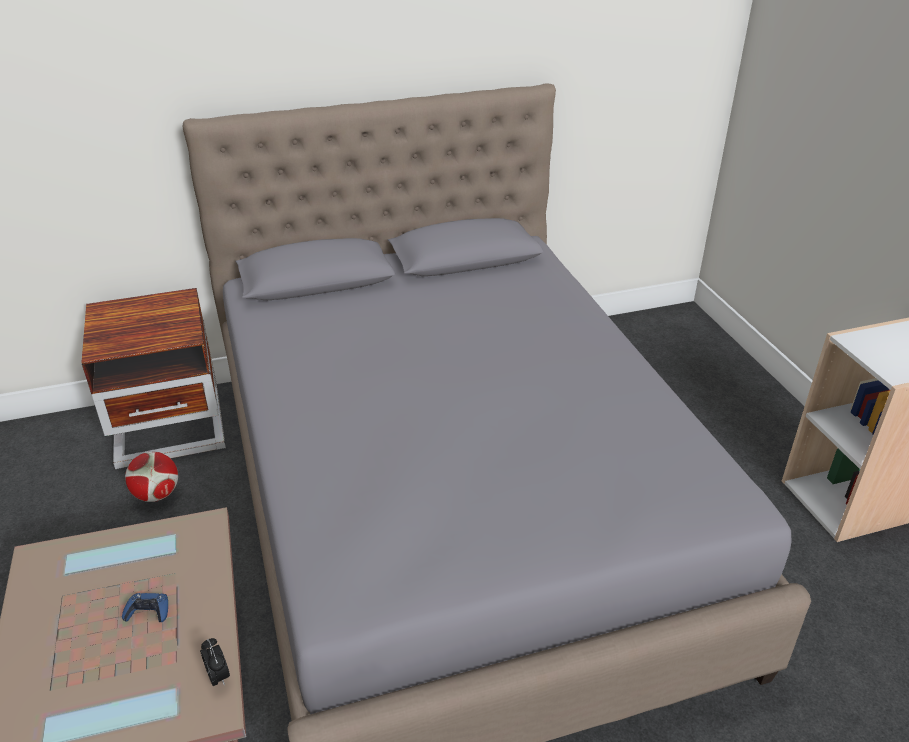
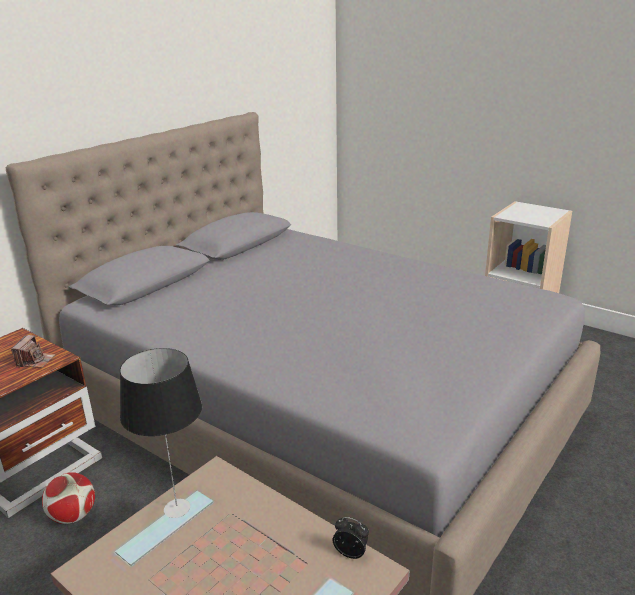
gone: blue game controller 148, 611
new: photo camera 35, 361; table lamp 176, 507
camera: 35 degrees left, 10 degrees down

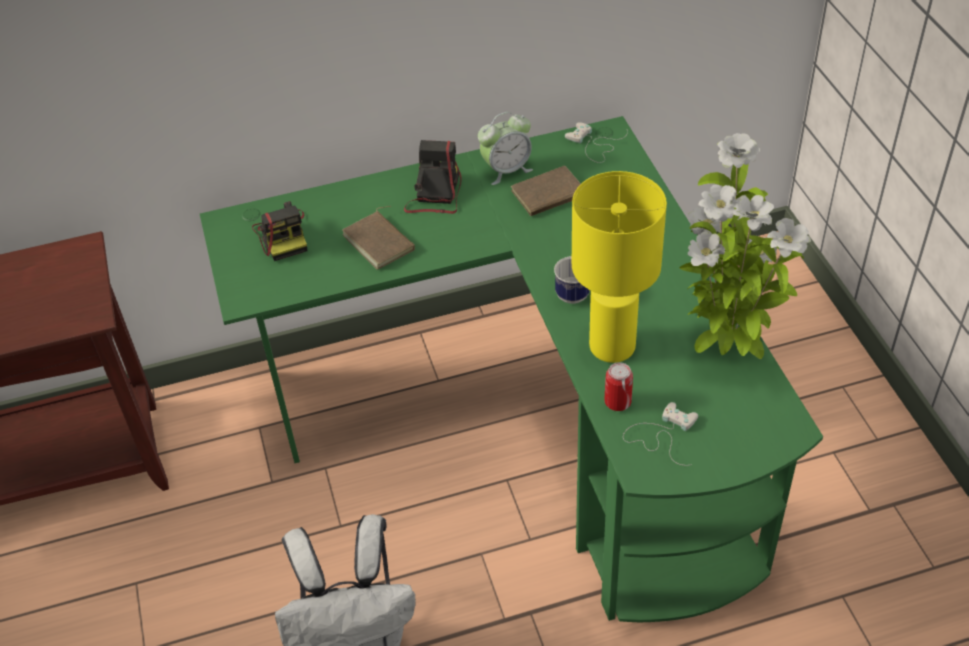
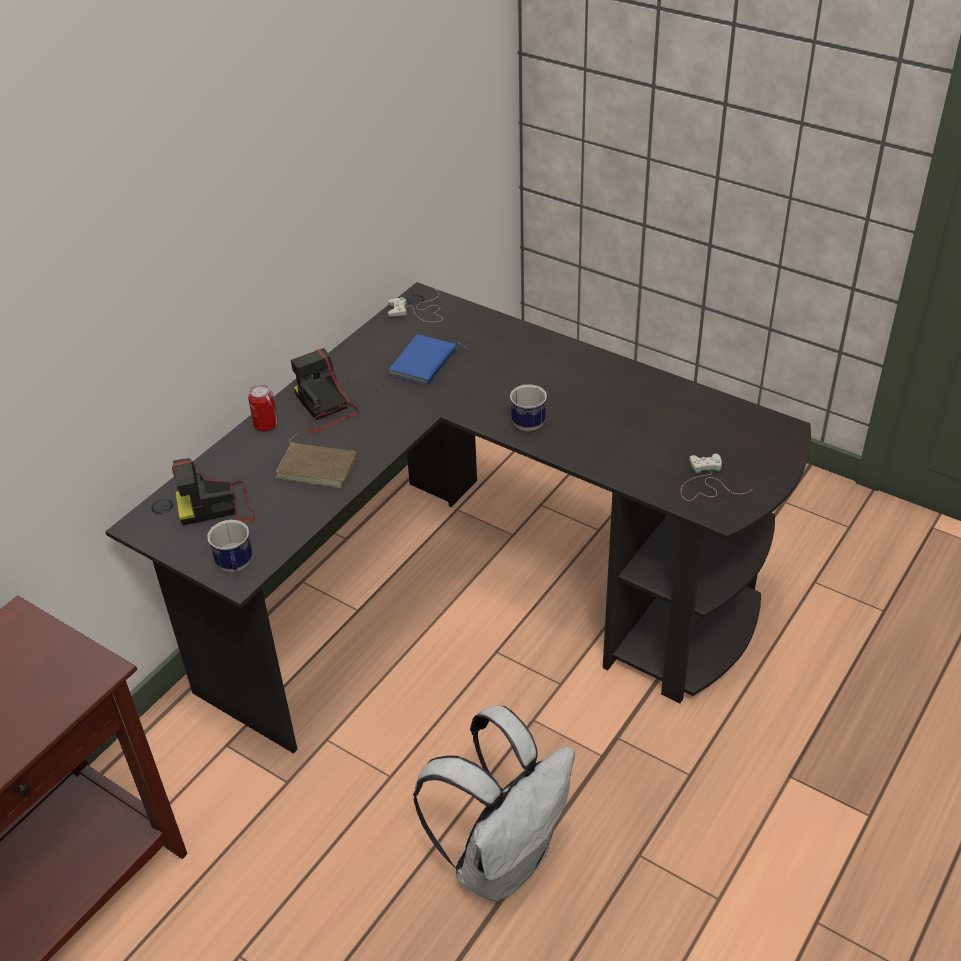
gone: alarm clock 506, 170; yellow table lamp 613, 347; potted plant 724, 351
new: mug 235, 567
shifted: can 617, 402 to 266, 425
repainted: green desk 532, 424 to black desk 473, 598; brown book 549, 196 to blue book 425, 364
rotated: photo camera 283, 236 = 217, 507 135 degrees clockwise
camera: 40 degrees left, 5 degrees down

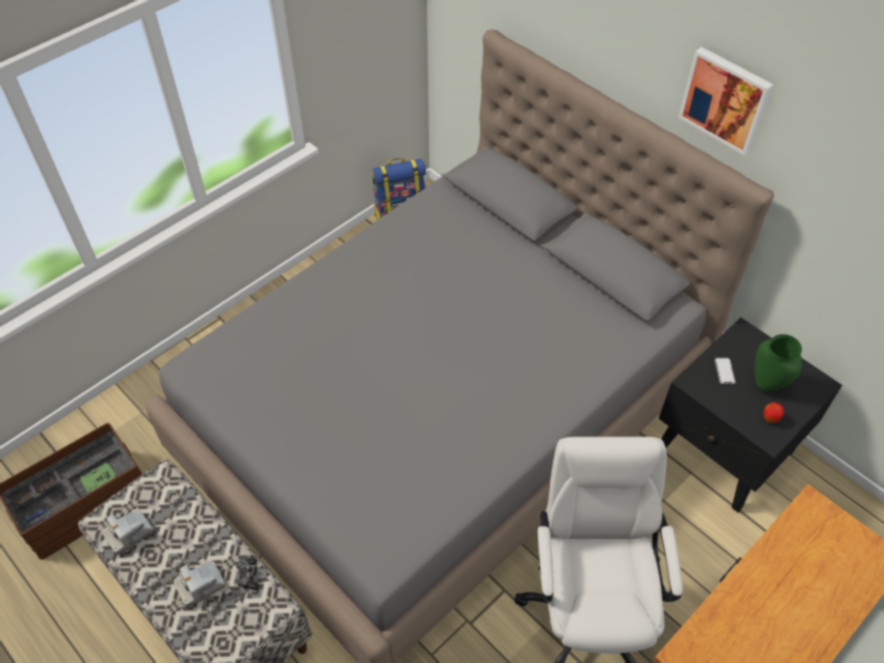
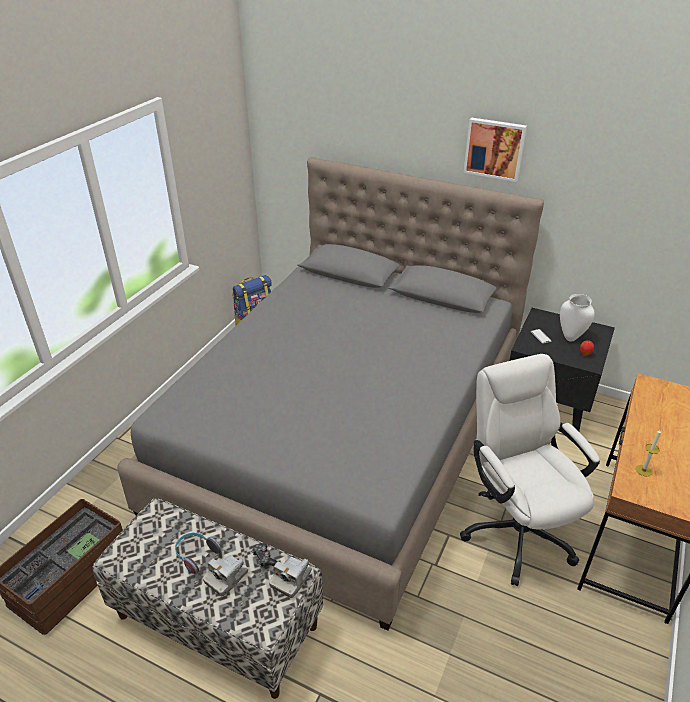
new: headphones 196, 555; candle 643, 470
shifted: photo camera 129, 533 to 291, 579
repainted: green vase 767, 385 to white vase 571, 337
camera: 20 degrees left, 15 degrees down

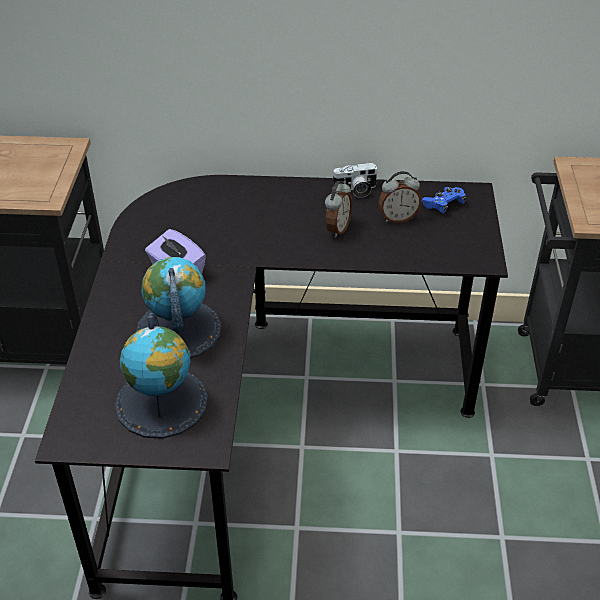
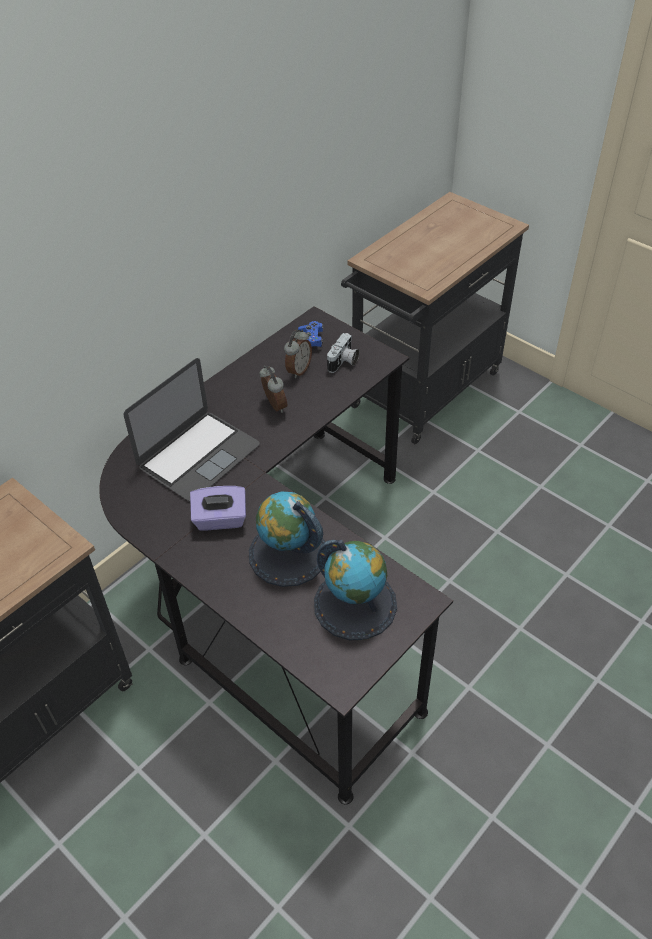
new: laptop 198, 455
shifted: photo camera 355, 190 to 344, 362
camera: 50 degrees left, 5 degrees up

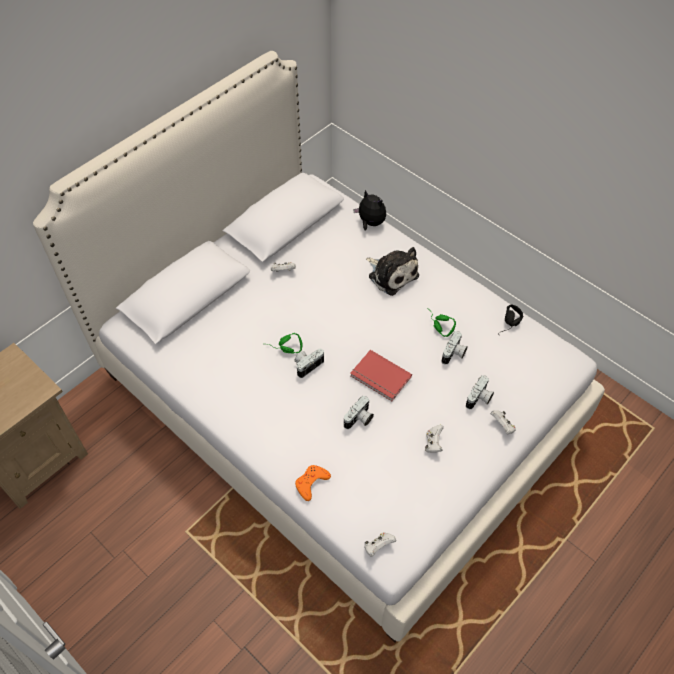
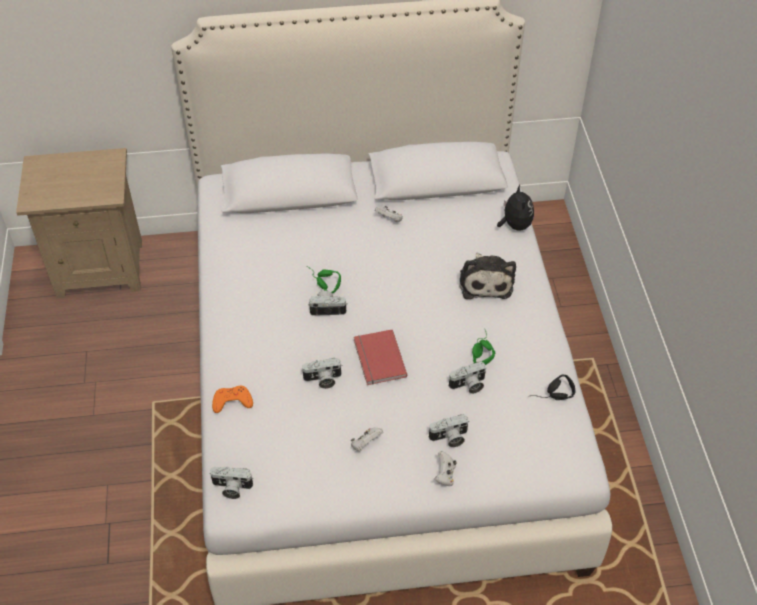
swapped: white game controller 378, 546 to photo camera 231, 488
camera: 40 degrees right, 5 degrees down

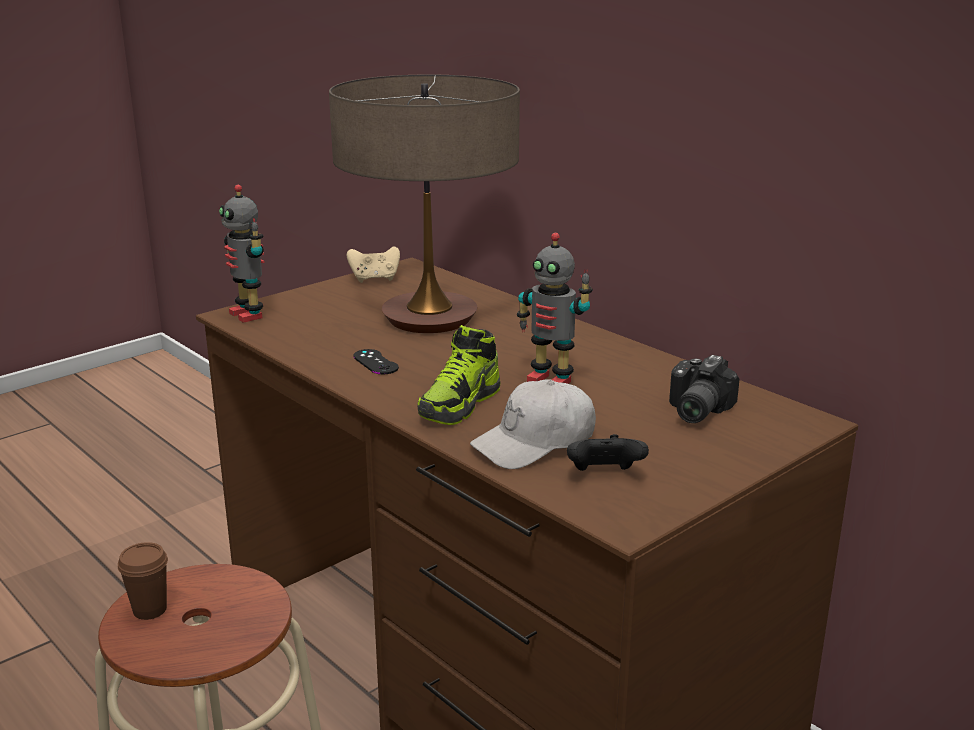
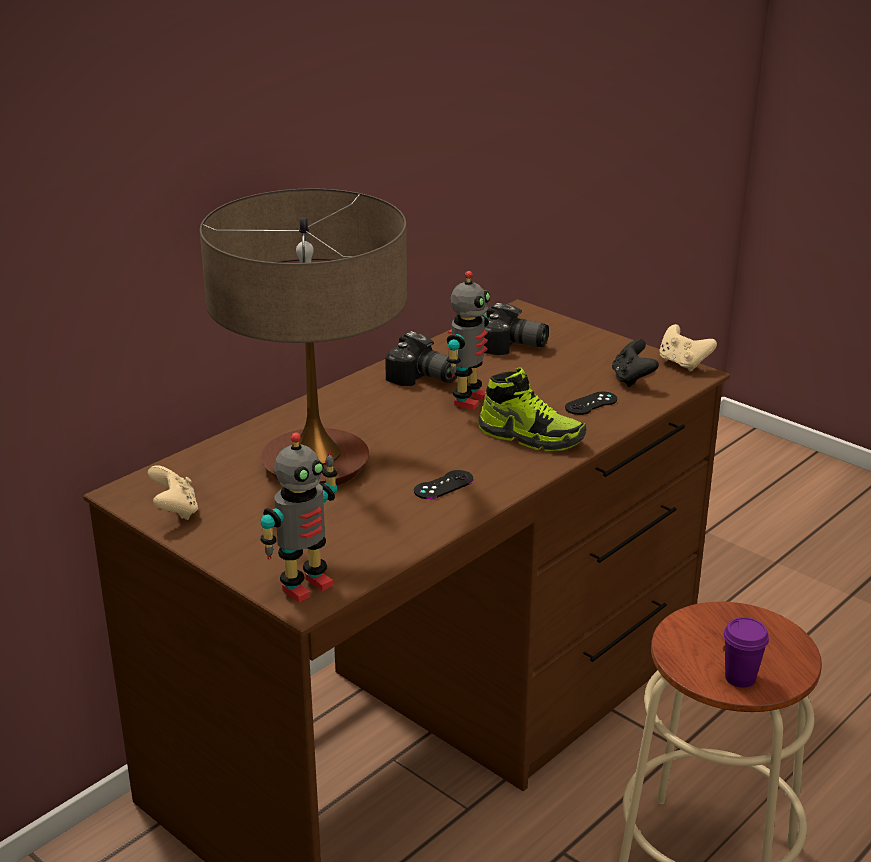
new: photo camera 423, 379; beige game controller 683, 363
swapped: white cap 535, 443 to black game controller 591, 404
repainted: brown cup 150, 610 to purple cup 740, 678
camera: 95 degrees left, 5 degrees up

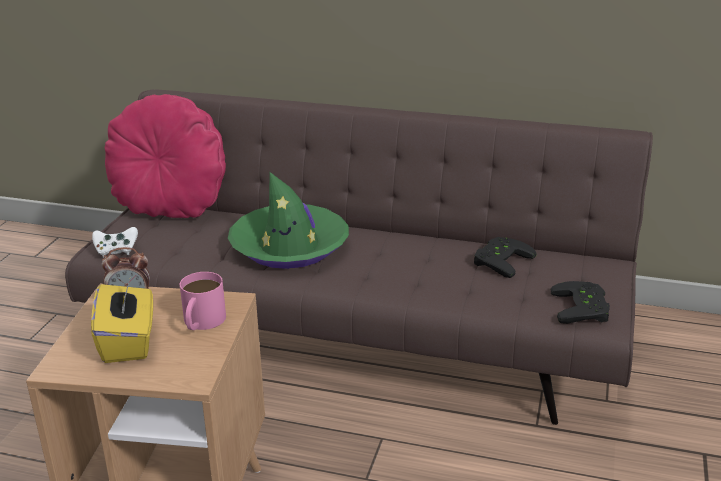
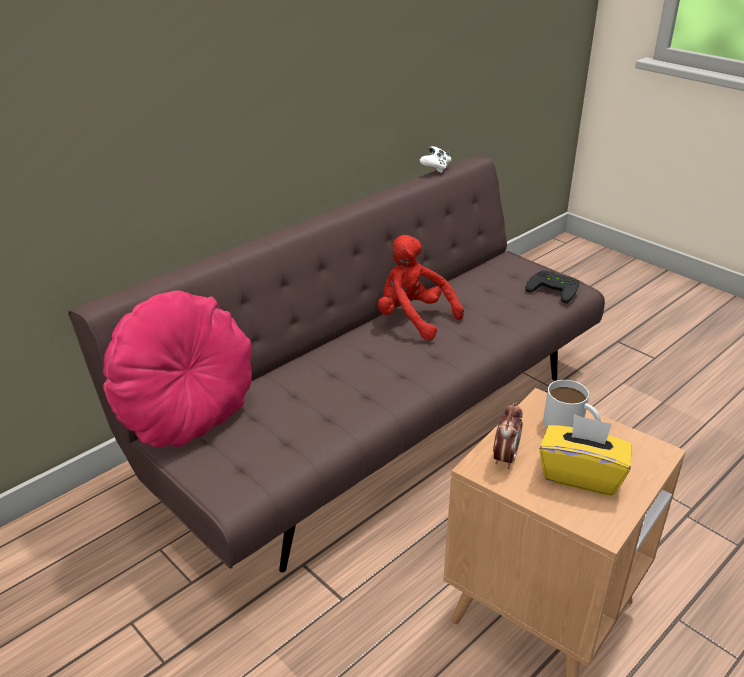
gone: green hat 289, 247; black game controller 499, 260
new: red plush toy 413, 318
shifted: white game controller 116, 251 to 435, 168
repainted: pink mug 201, 323 to white mug 570, 426
camera: 60 degrees left, 5 degrees up

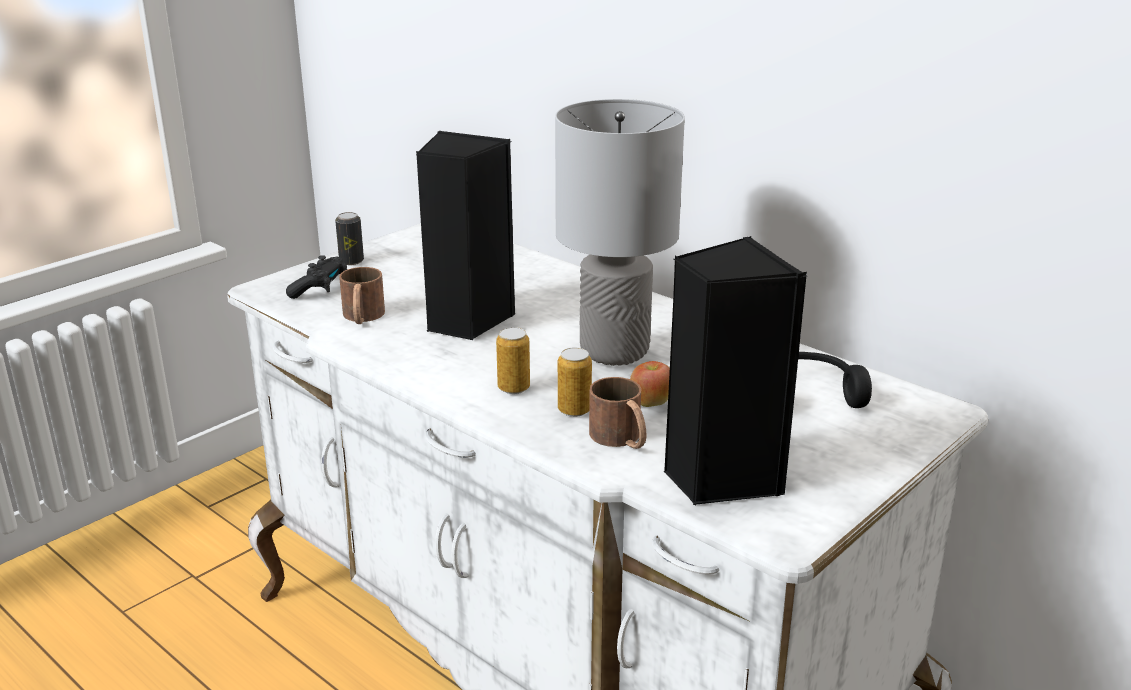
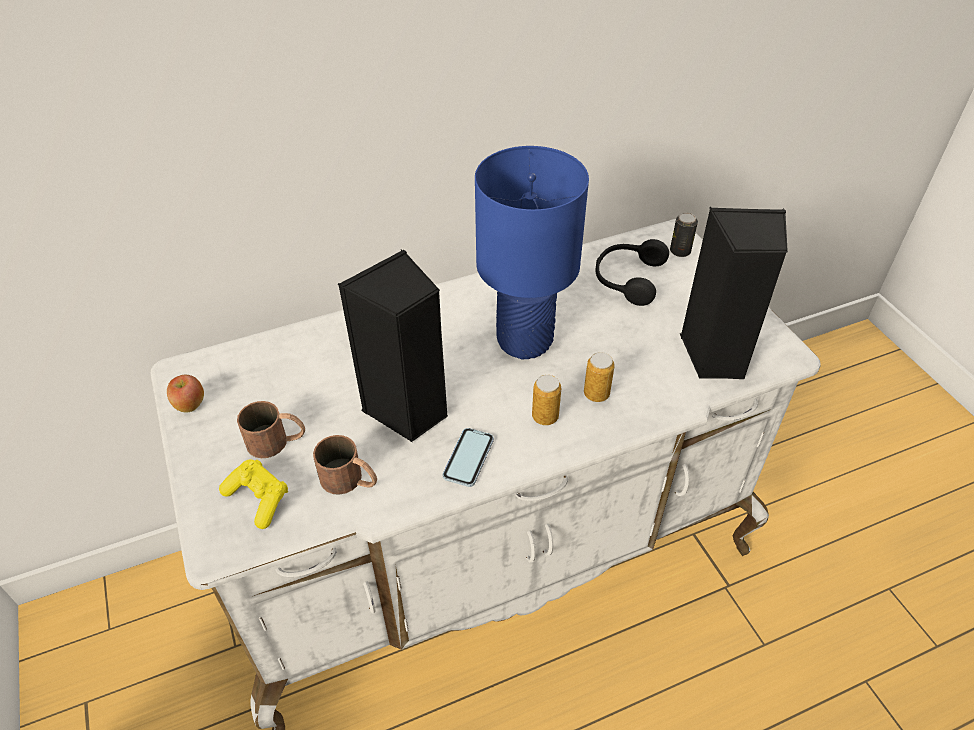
new: phone 468, 458
shifted: apple 651, 403 to 190, 405; brown mug 621, 439 to 277, 441; can 351, 261 to 680, 251
repainted: black game controller 320, 289 to yellow game controller 258, 499; grey table lamp 614, 355 to blue table lamp 523, 344
camera: 65 degrees left, 20 degrees up

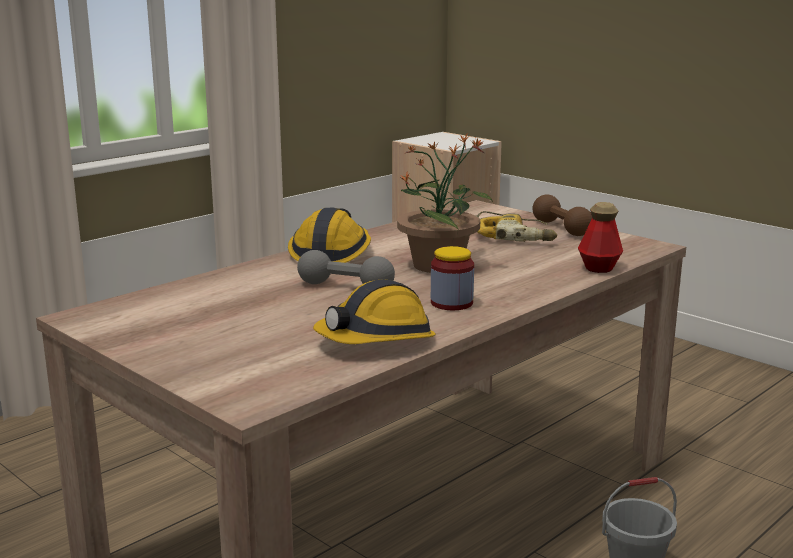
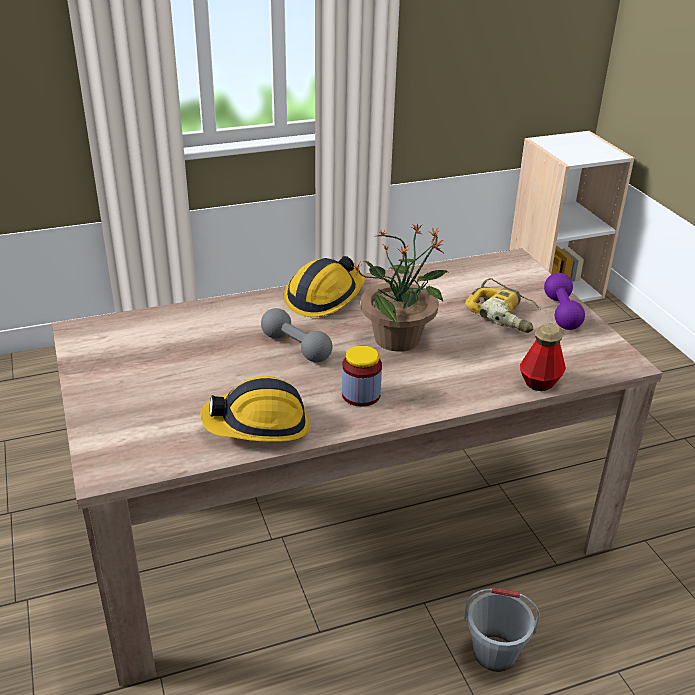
repainted: brown dumbbell 561, 228 to purple dumbbell 561, 312
camera: 25 degrees right, 15 degrees up

